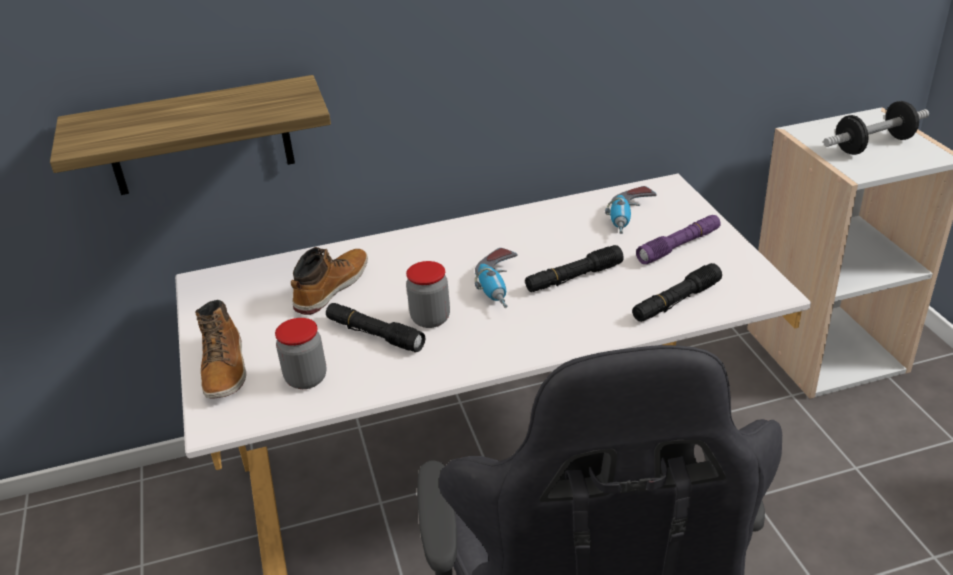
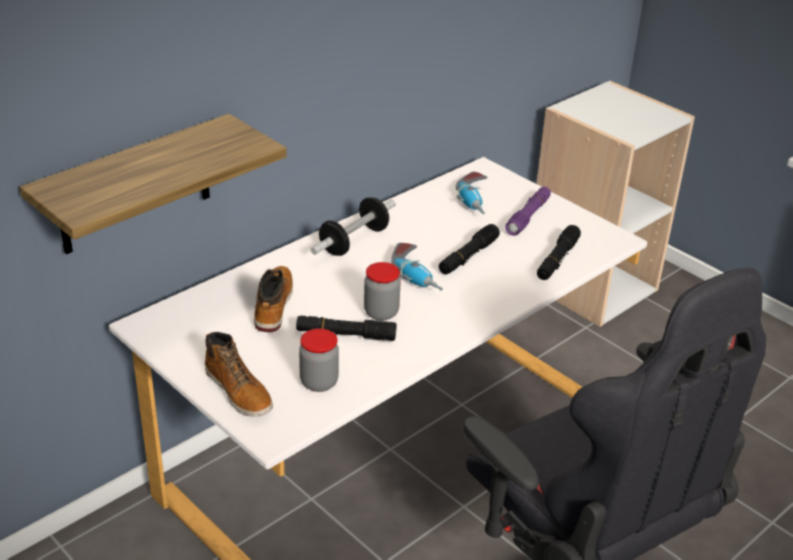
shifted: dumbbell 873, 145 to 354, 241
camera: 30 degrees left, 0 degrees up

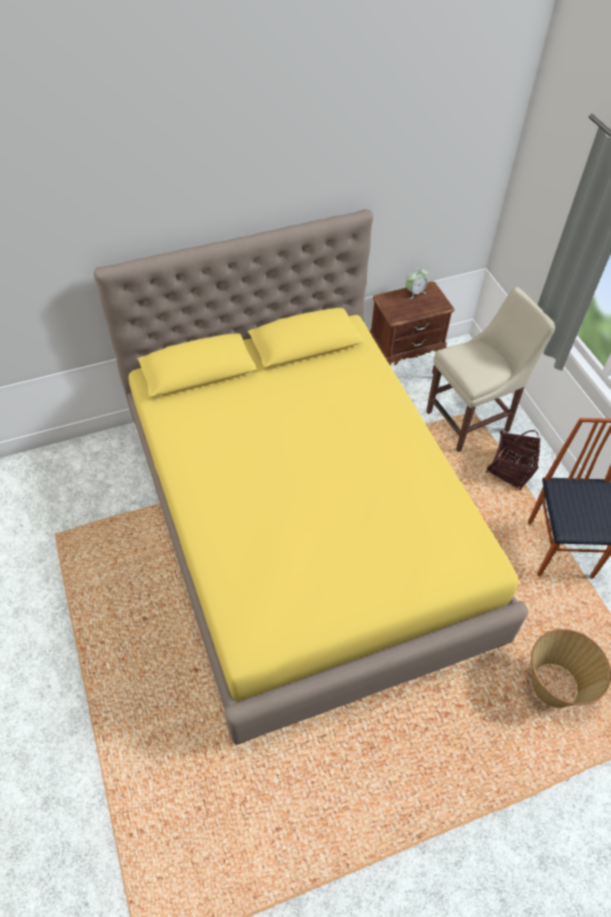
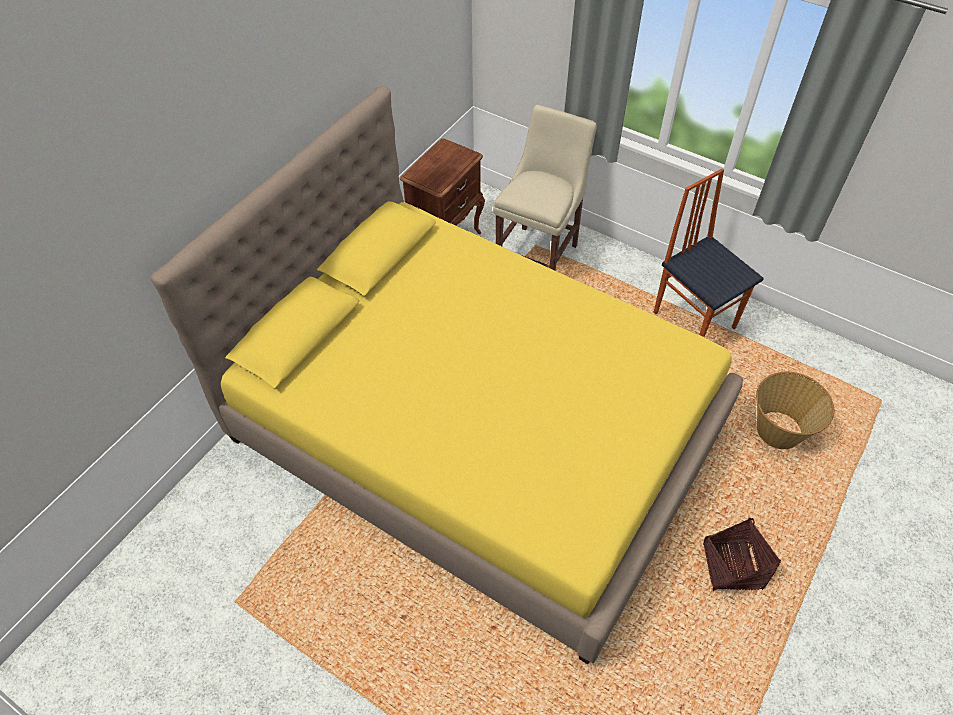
gone: alarm clock 414, 292
shifted: basket 511, 469 to 732, 566
camera: 35 degrees left, 0 degrees up

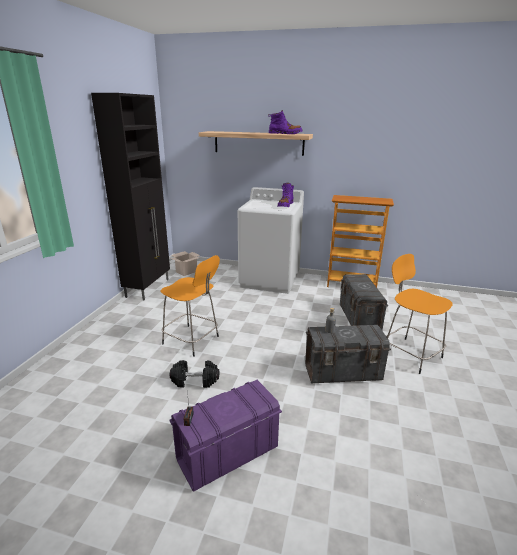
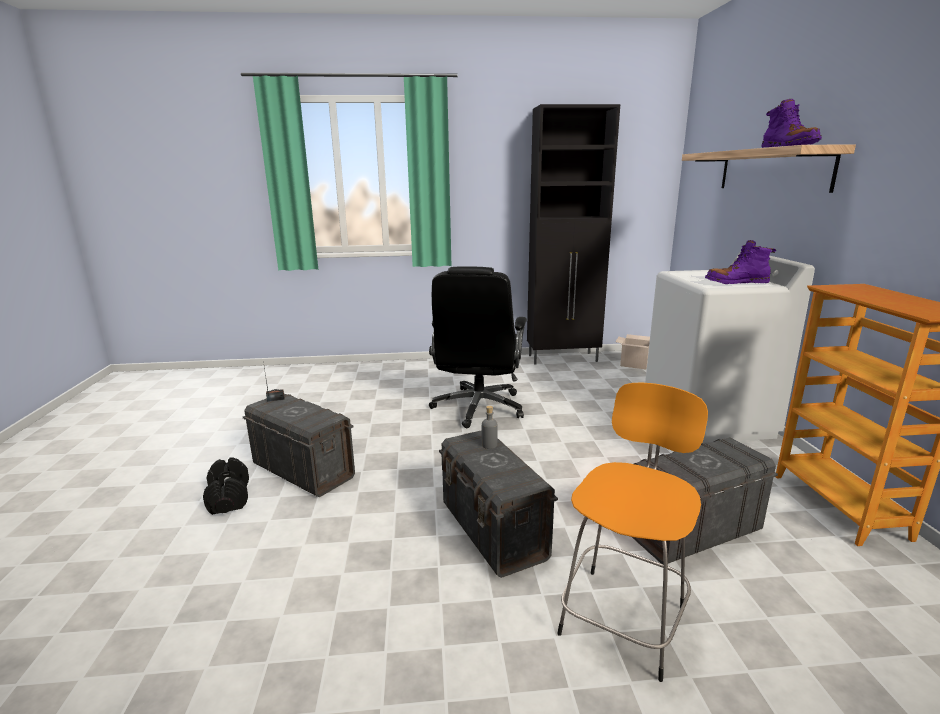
shifted: black dumbbell 195, 381 to 229, 498
swapped: orange stool 192, 341 to black office chair 478, 408
repainted: purple storage box 227, 453 to grey storage box 303, 470
camera: 70 degrees right, 5 degrees down

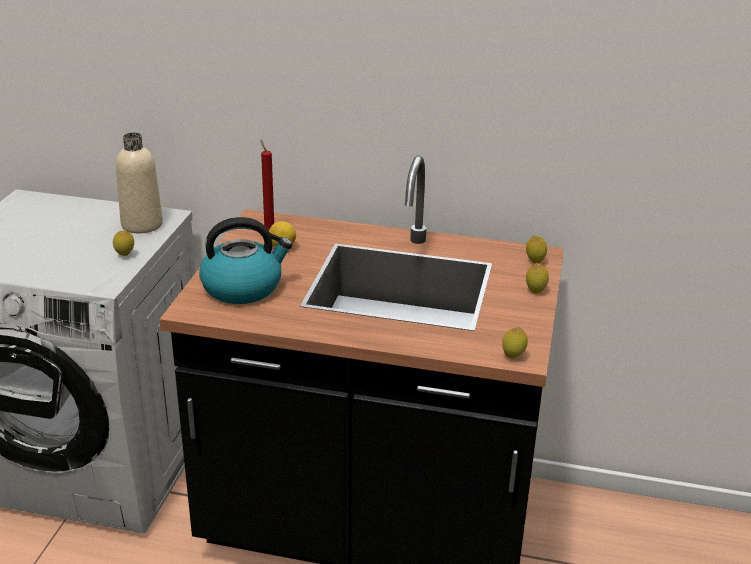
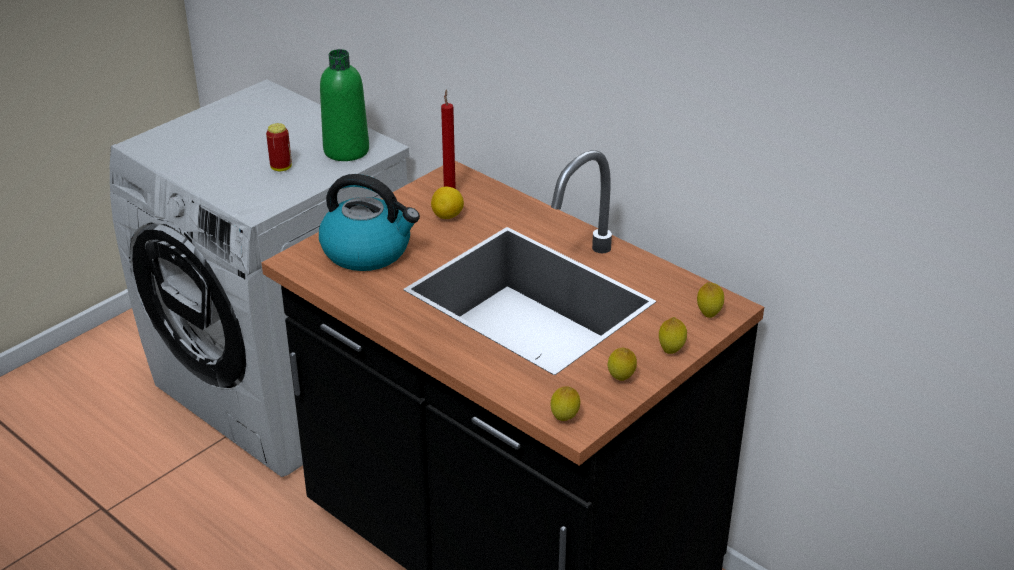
new: can 281, 168
shifted: lemon 125, 255 to 621, 380
repainted: beige bottle 142, 225 to green bottle 346, 150
camera: 30 degrees right, 5 degrees up

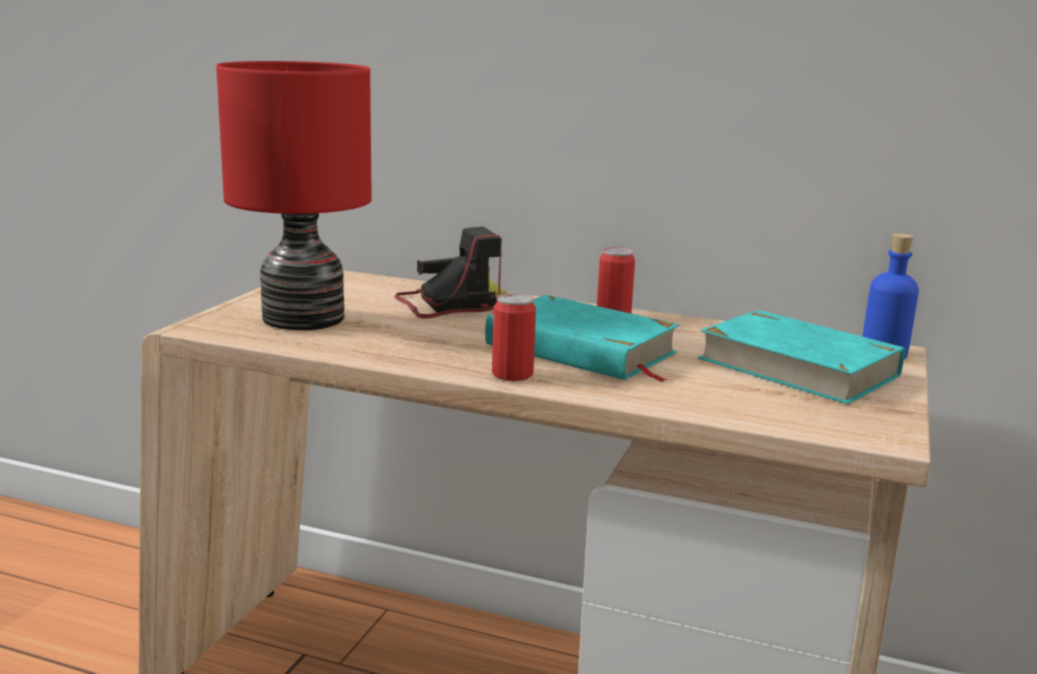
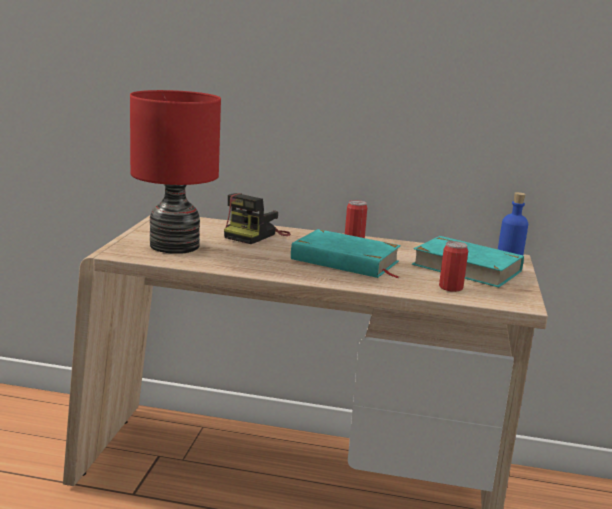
shifted: can 512, 374 to 450, 287
rotated: photo camera 448, 304 = 255, 235 150 degrees clockwise
camera: 10 degrees left, 0 degrees up

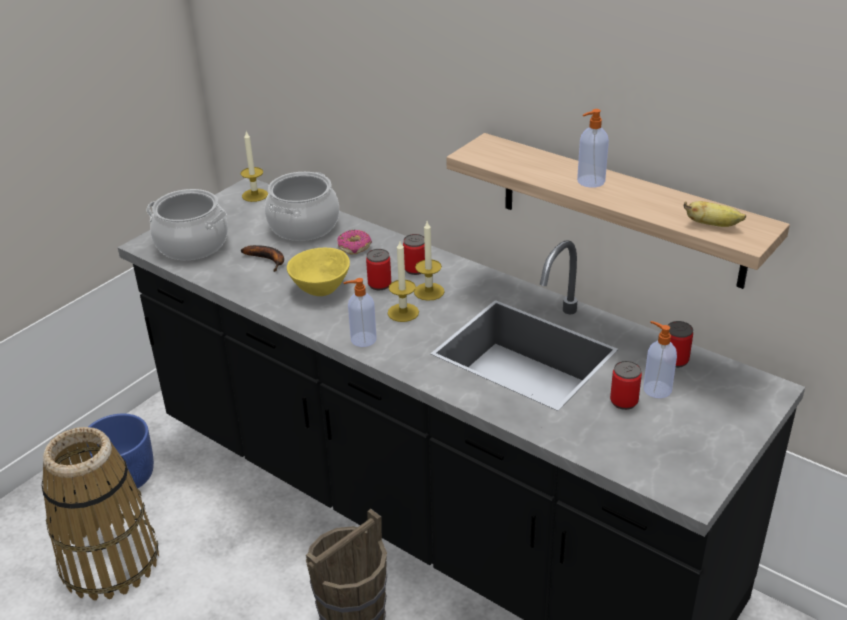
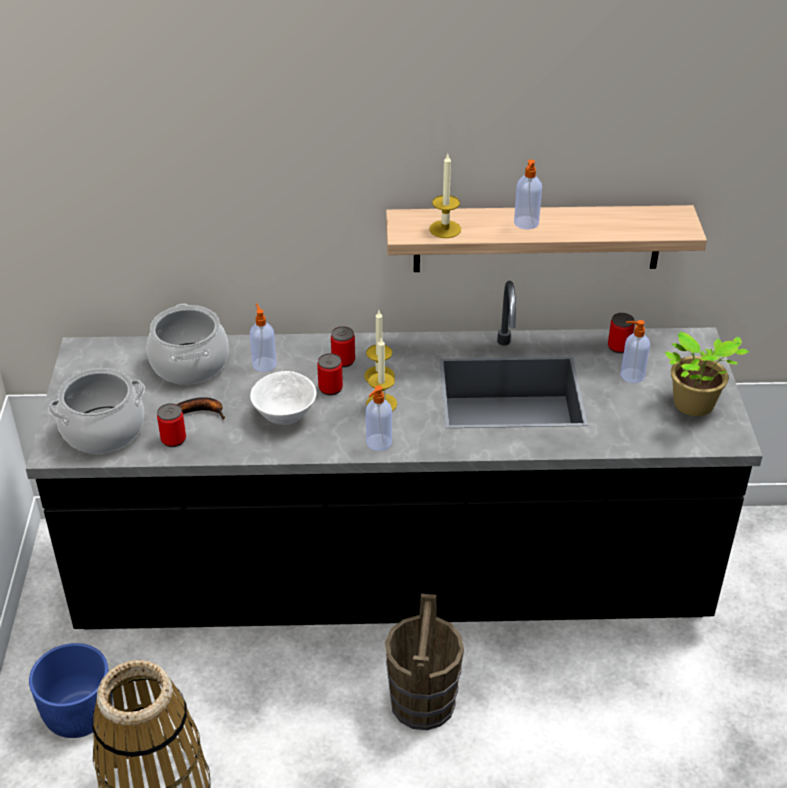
gone: banana 712, 225
new: potted plant 694, 406
shifted: can 624, 401 to 173, 439; candle 255, 195 to 445, 229
swapped: donut 354, 247 to soap dispenser 264, 364
repainted: yellow bowl 319, 288 to white bowl 283, 416
camera: 40 degrees left, 5 degrees up

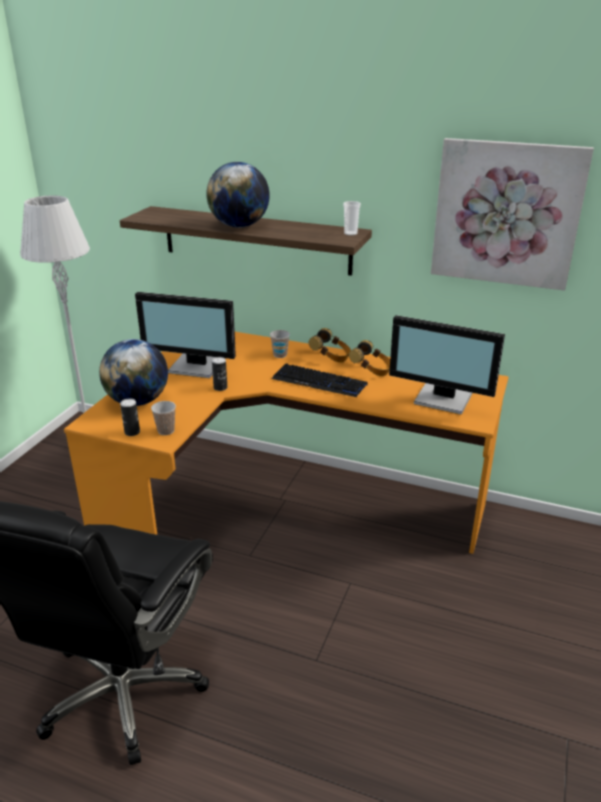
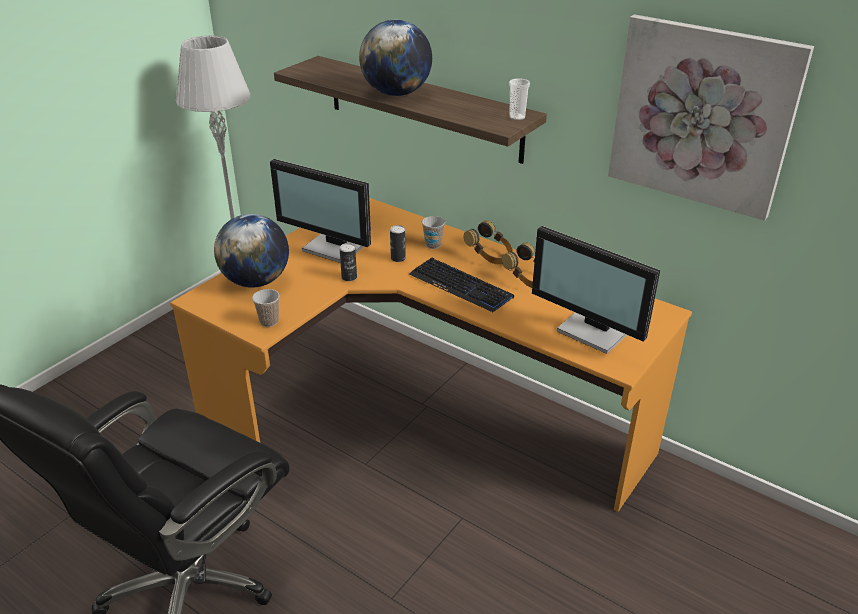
shifted: can 132, 432 to 398, 258
camera: 15 degrees right, 5 degrees up

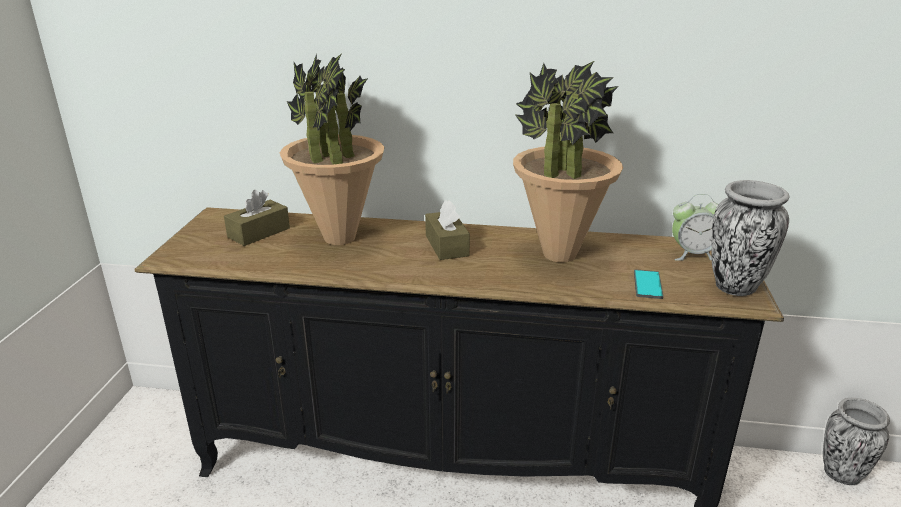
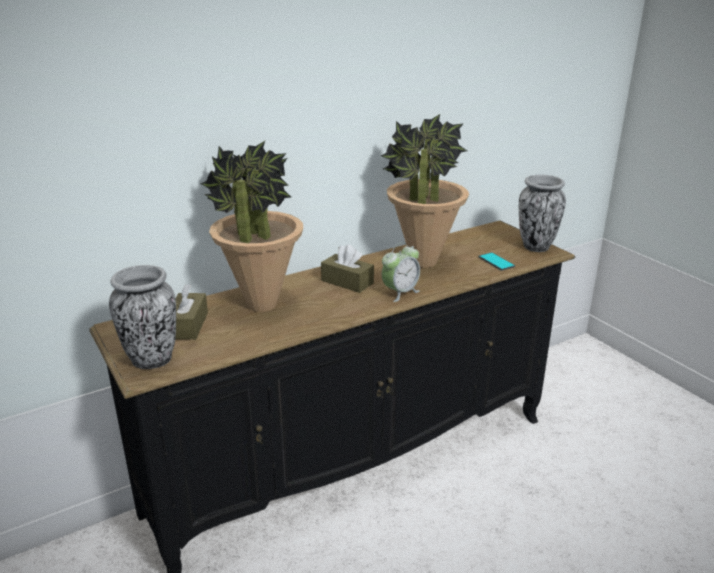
shifted: vase 841, 474 to 152, 360; alarm clock 692, 254 to 400, 292
camera: 40 degrees left, 0 degrees up

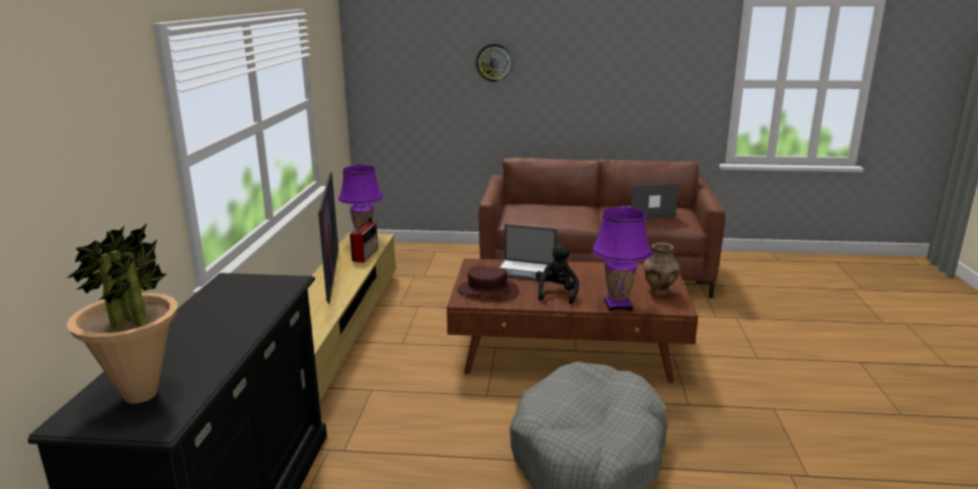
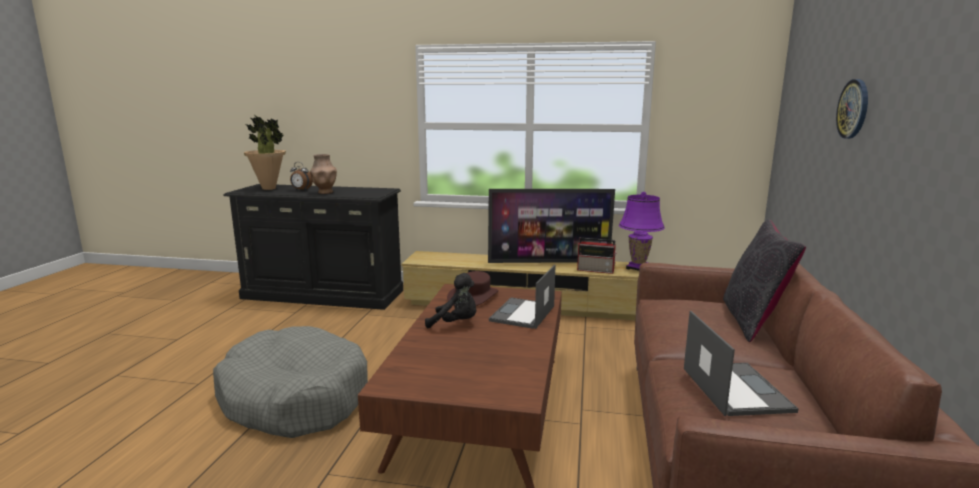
gone: purple table lamp 617, 305
new: alarm clock 301, 190; black pillow 753, 321
shifted: brown vase 658, 292 to 325, 192
camera: 95 degrees right, 5 degrees down

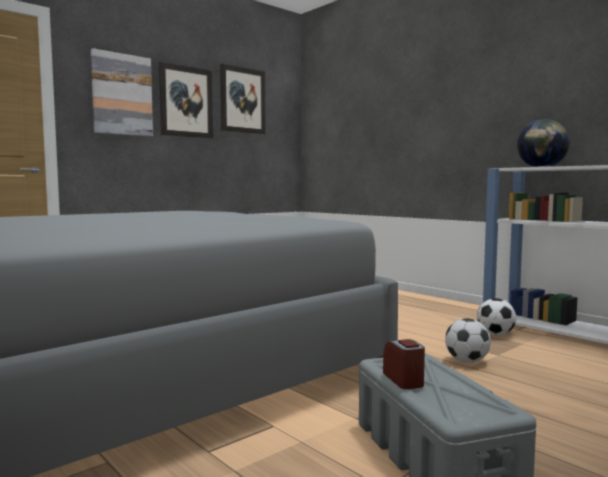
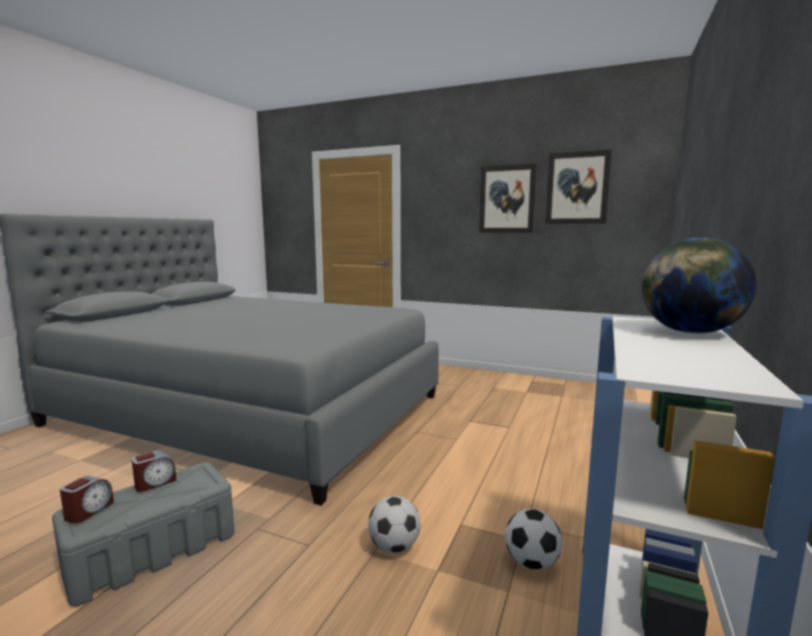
gone: picture 122, 94
new: alarm clock 89, 511
camera: 65 degrees right, 5 degrees up

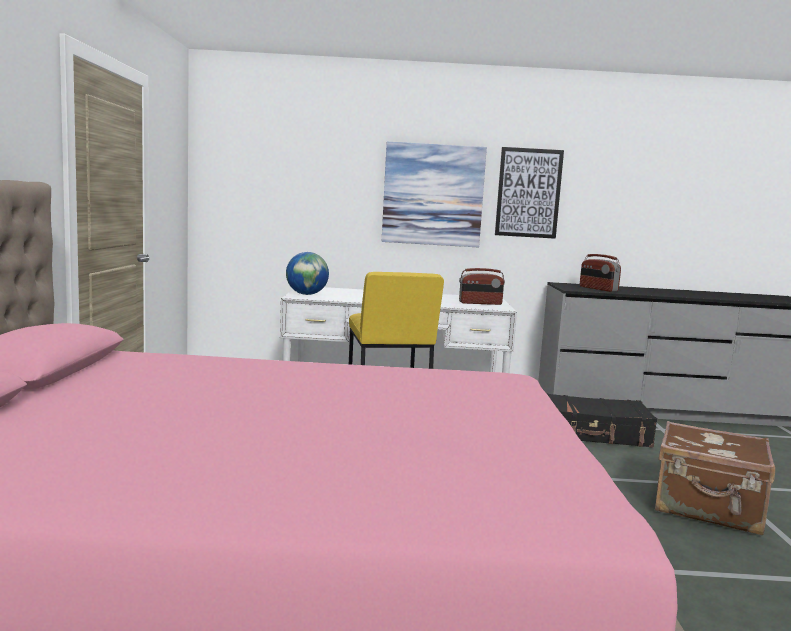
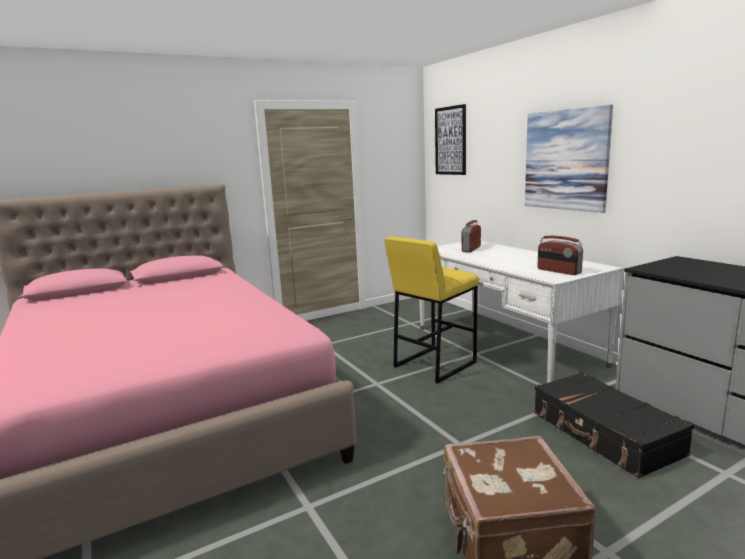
gone: globe 306, 294
shifted: picture 528, 193 to 450, 141; radio 598, 289 to 471, 249
camera: 60 degrees right, 5 degrees up

